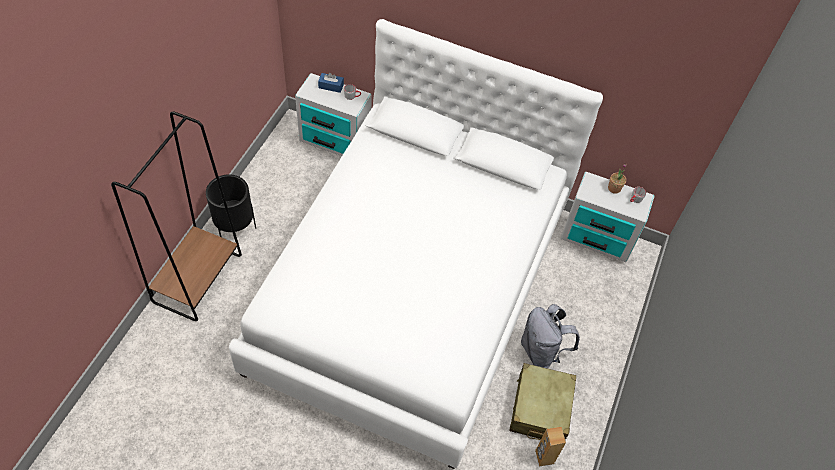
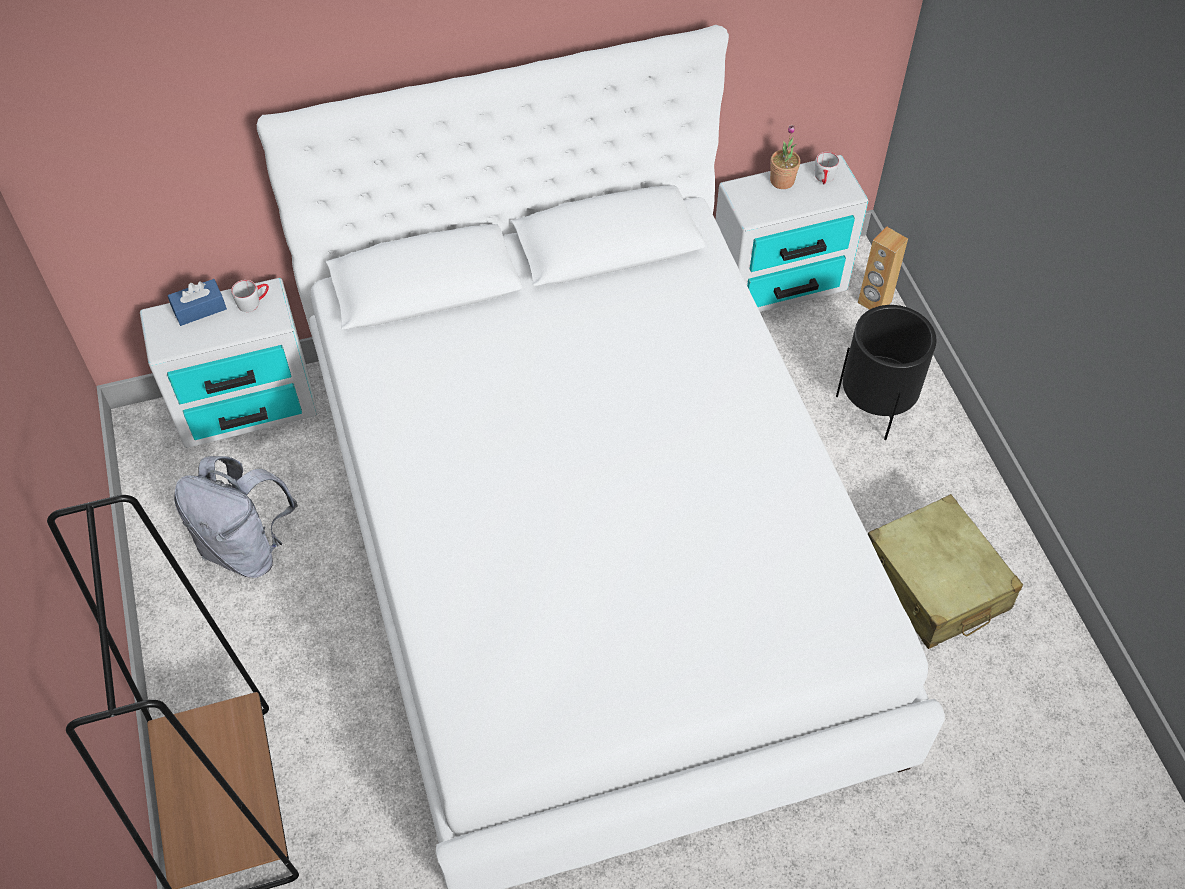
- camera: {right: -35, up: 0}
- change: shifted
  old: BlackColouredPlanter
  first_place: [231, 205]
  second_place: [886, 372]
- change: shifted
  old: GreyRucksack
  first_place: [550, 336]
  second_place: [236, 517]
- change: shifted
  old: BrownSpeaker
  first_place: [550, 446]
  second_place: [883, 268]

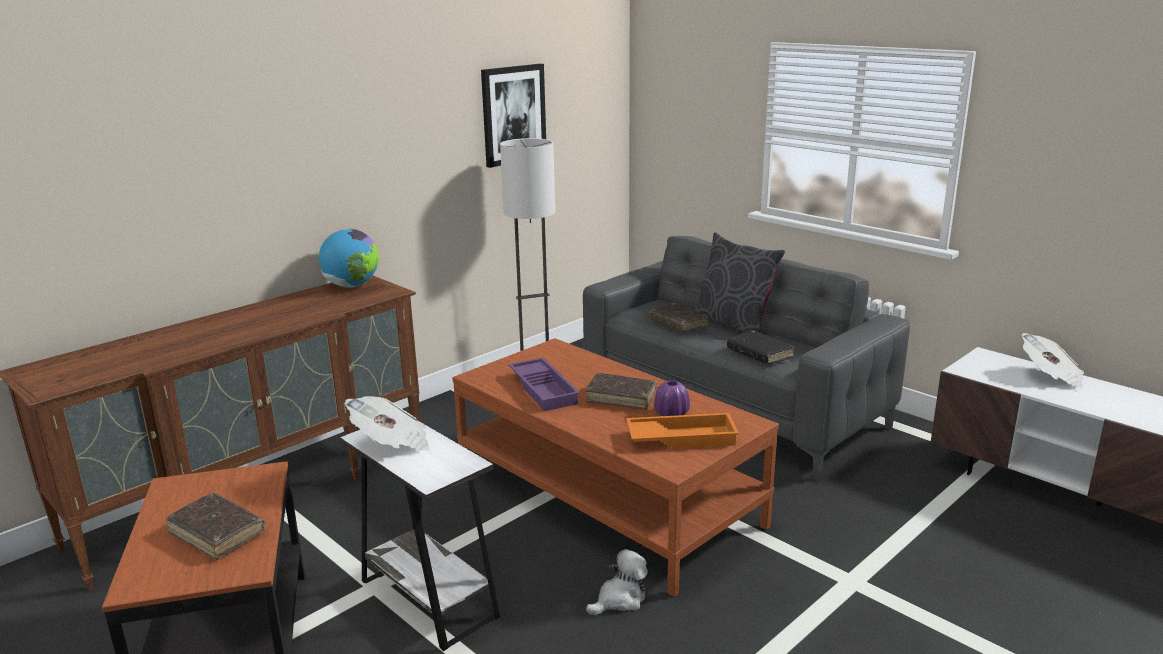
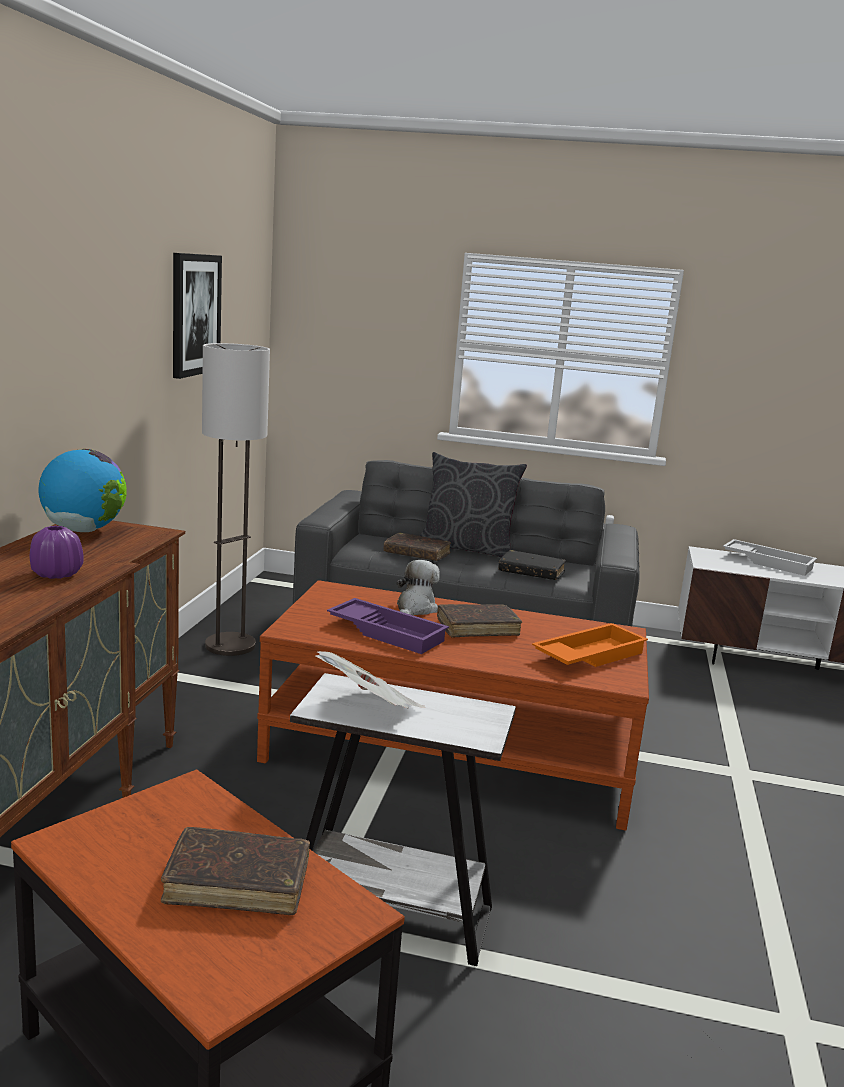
- camera: {right: -35, up: -5}
- change: shifted
  old: SoftToy
  first_place: [617, 582]
  second_place: [418, 587]
- change: shifted
  old: PurpleColouredVase
  first_place: [672, 398]
  second_place: [56, 552]
- change: swapped
  old: PrintedPaper
  new: WhitishCarryingTray
  first_place: [1053, 361]
  second_place: [770, 557]

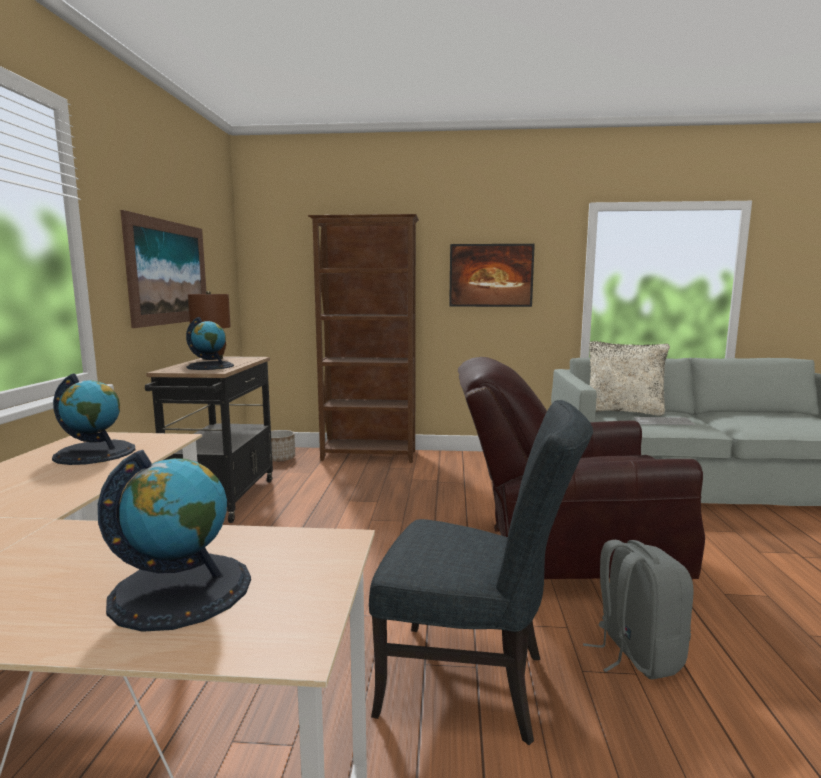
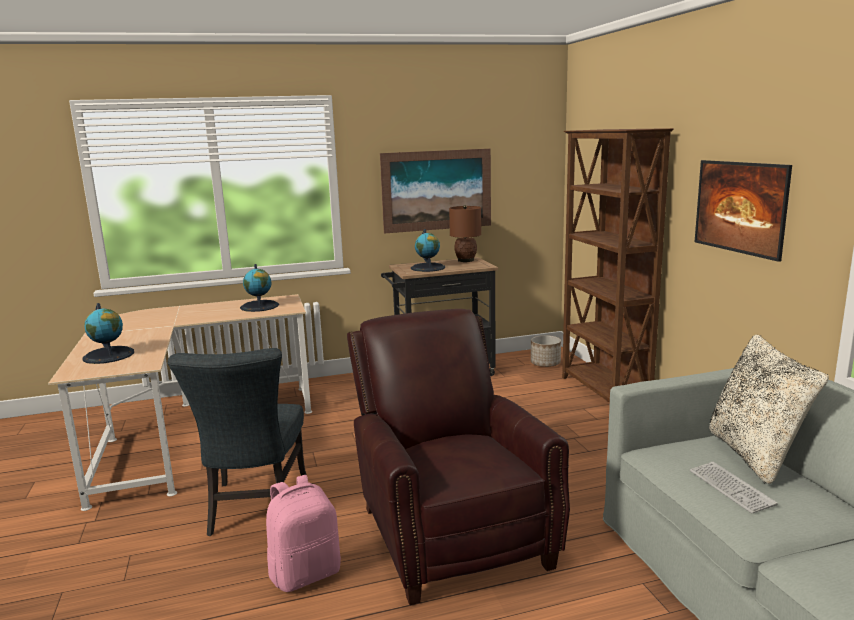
- camera: {right: 70, up: 5}
- change: repainted
  old: GreyRucksack
  new: PinkishRucksack
  first_place: [638, 610]
  second_place: [303, 533]

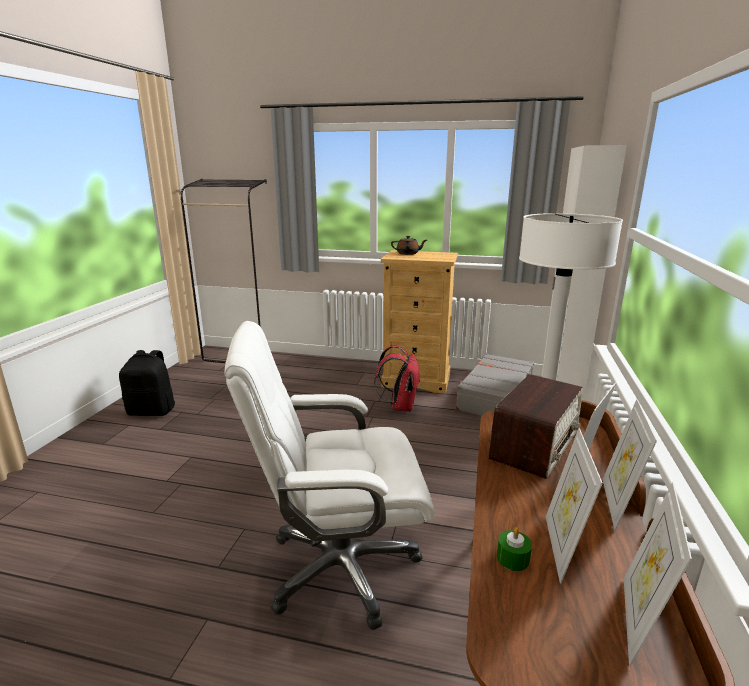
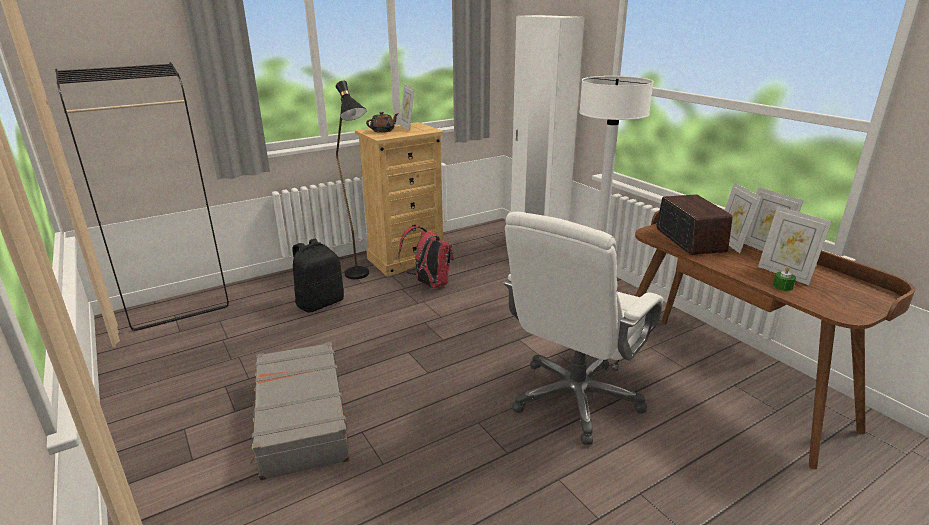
- camera: {right: -45, up: 5}
- change: new
  new: BlackColouredStandardLamp
  second_place: [352, 180]
- change: shifted
  old: BlackColouredRucksack
  first_place: [147, 383]
  second_place: [318, 276]
- change: shifted
  old: GreyTravelCase
  first_place: [494, 384]
  second_place: [300, 411]
- change: shifted
  old: PictureFrame
  first_place: [658, 574]
  second_place: [407, 107]

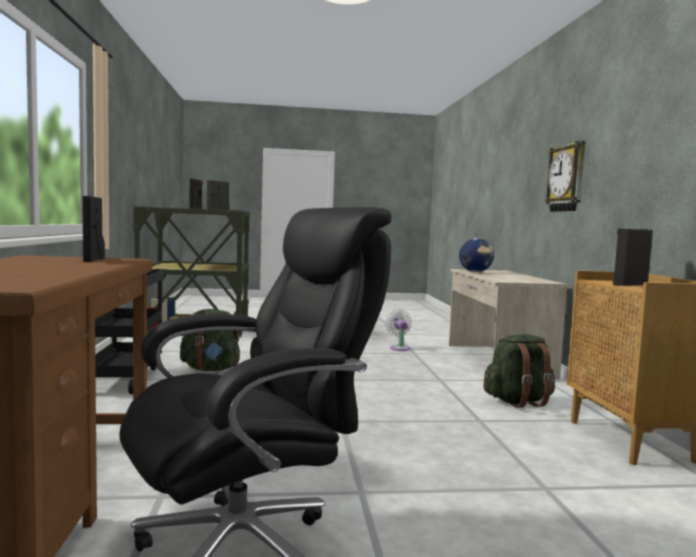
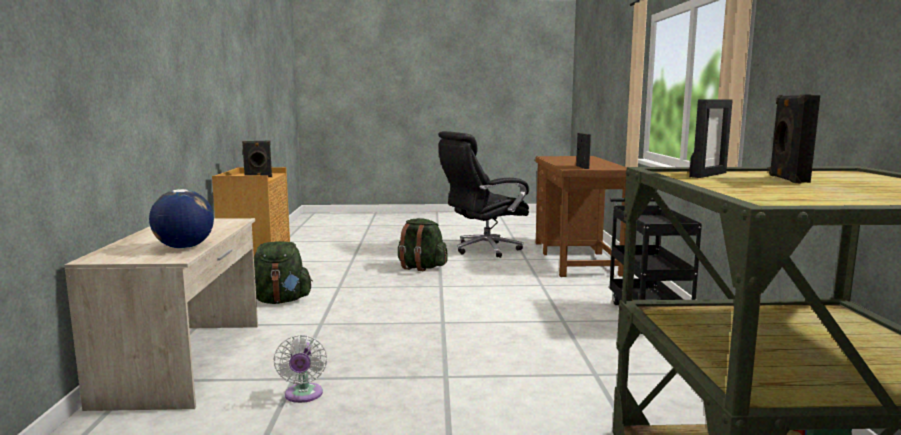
- camera: {right: -175, up: 5}
- change: gone
  old: ClockOnTheWall
  first_place: [565, 176]
- change: shifted
  old: GreenRucksack
  first_place: [210, 340]
  second_place: [423, 244]

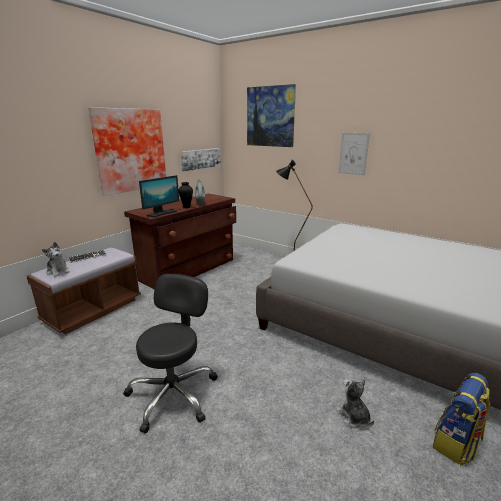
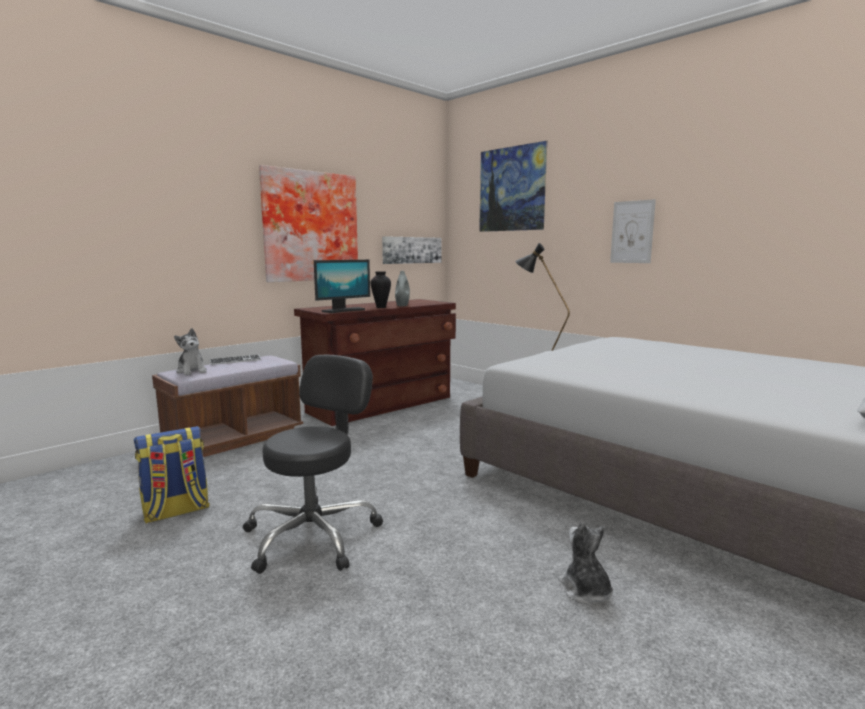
- camera: {right: 10, up: -10}
- change: shifted
  old: Rucksack
  first_place: [461, 419]
  second_place: [172, 474]

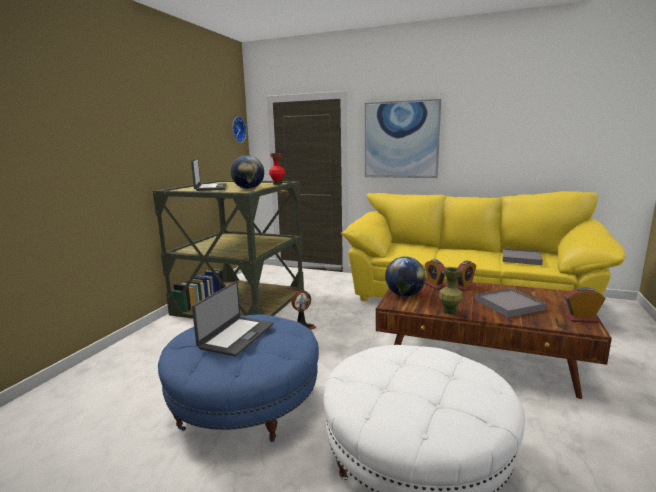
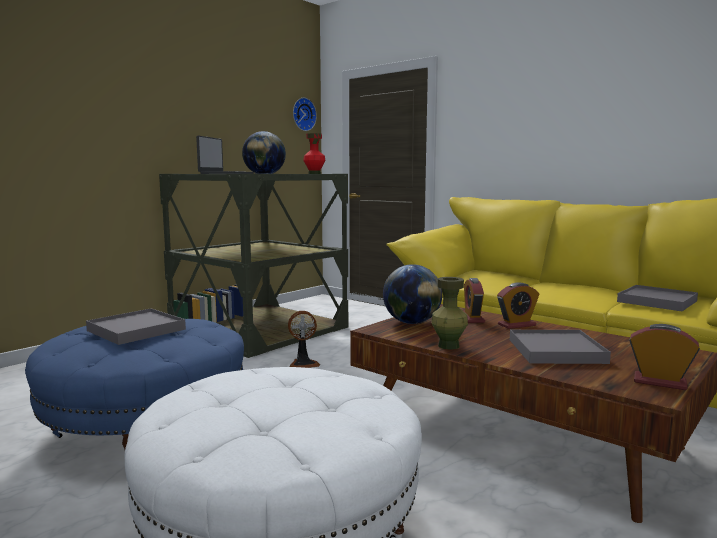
- camera: {right: 20, up: -5}
- change: gone
  old: Picture
  first_place: [403, 138]
- change: swapped
  old: NotebookComputer
  new: GreyCarryingTray
  first_place: [232, 318]
  second_place: [136, 326]

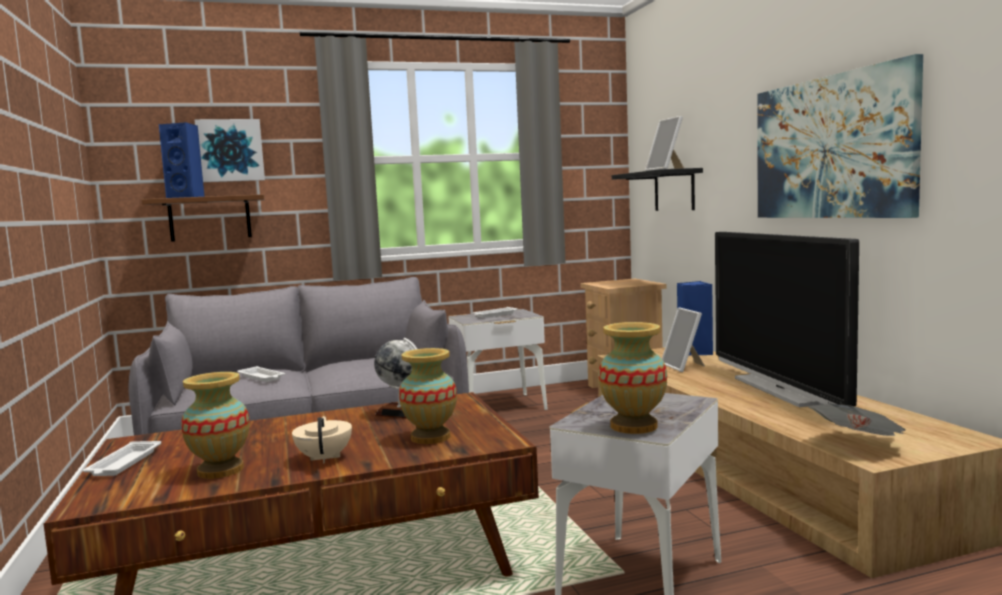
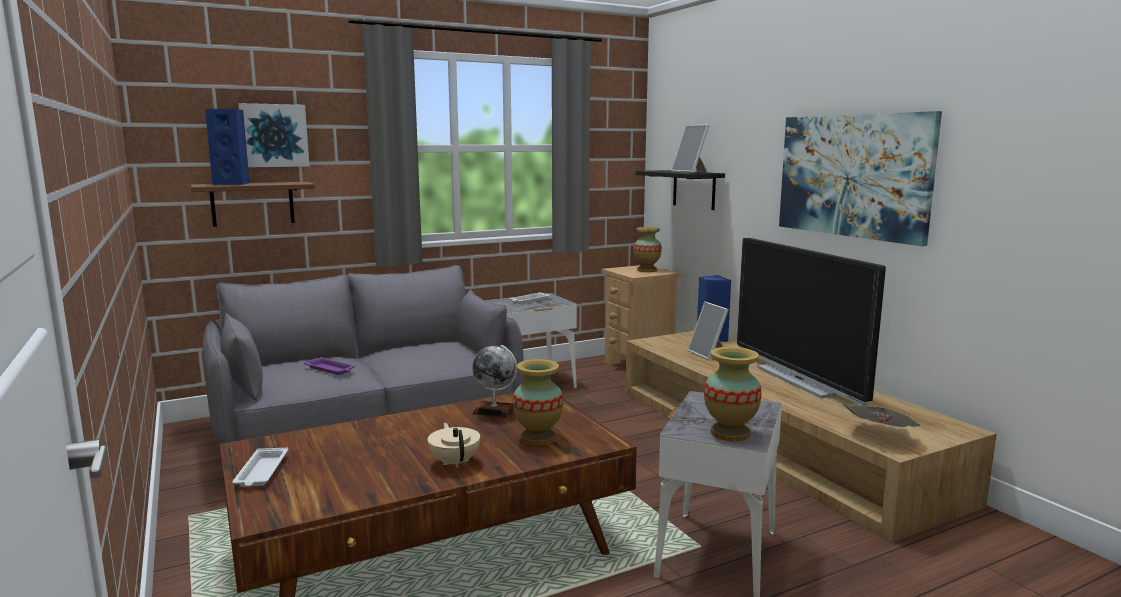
- camera: {right: -10, up: 5}
- change: shifted
  old: Vase
  first_place: [215, 425]
  second_place: [647, 249]
- change: repainted
  old: WhitishCarryingTray
  new: PurpleColouredCarryingTray
  first_place: [261, 374]
  second_place: [329, 366]

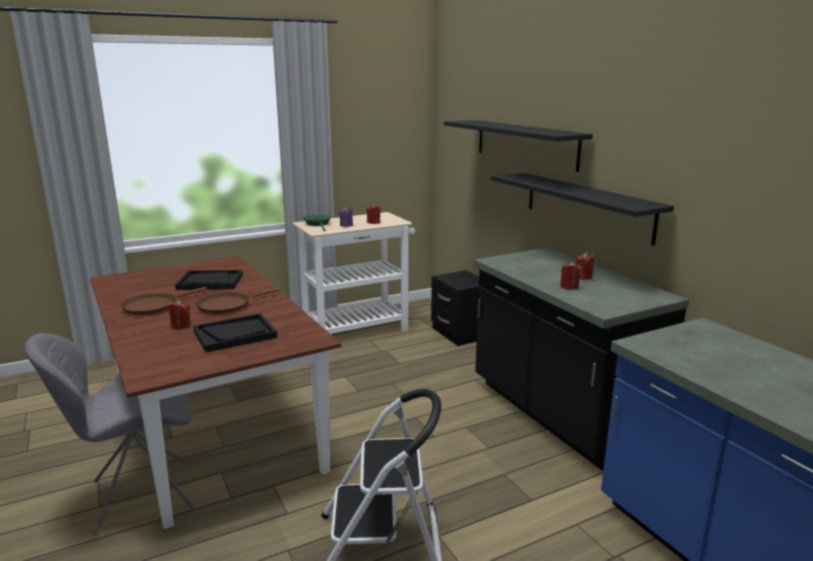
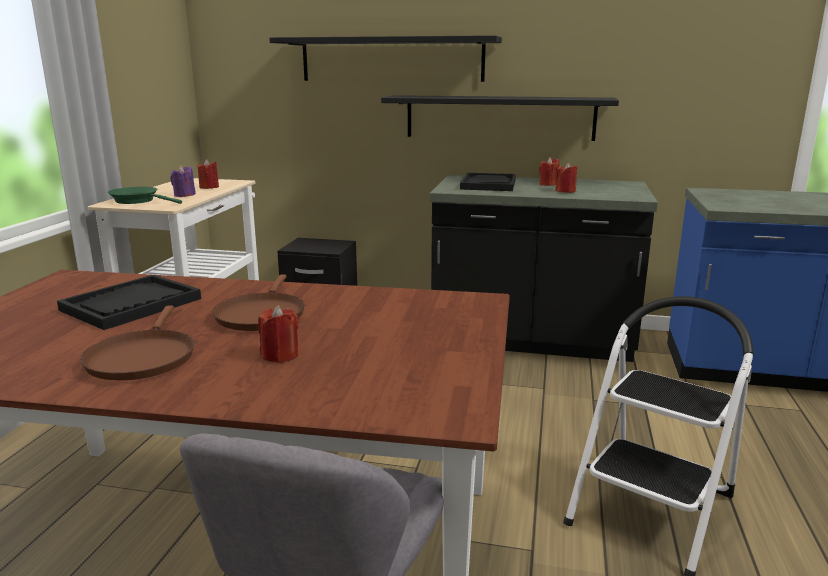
- camera: {right: -50, up: 0}
- change: shifted
  old: BlackColouredCarryingTray
  first_place: [235, 332]
  second_place: [488, 182]

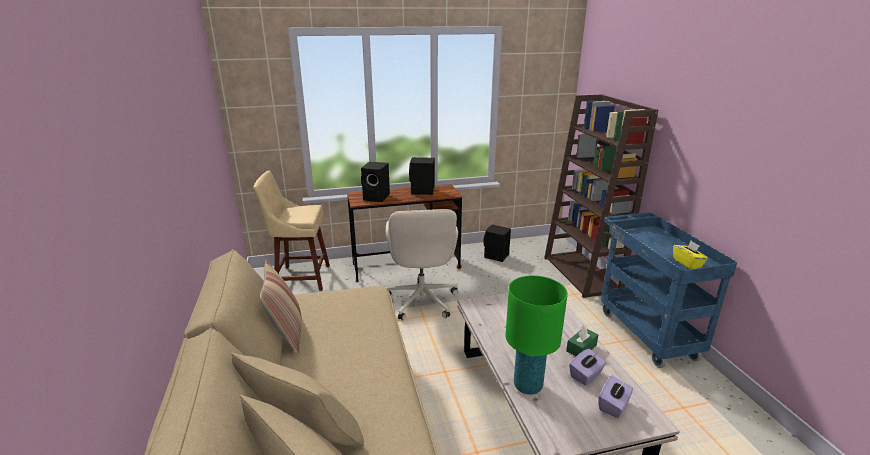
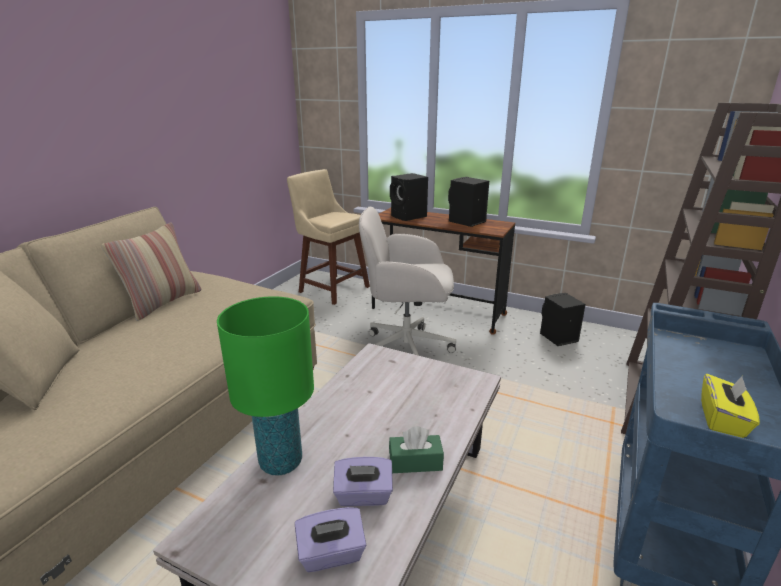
- camera: {right: 40, up: 0}
- change: rotated
  old: WhitishComputerChair
  first_place: [422, 264]
  second_place: [407, 281]
  degrees: 60

